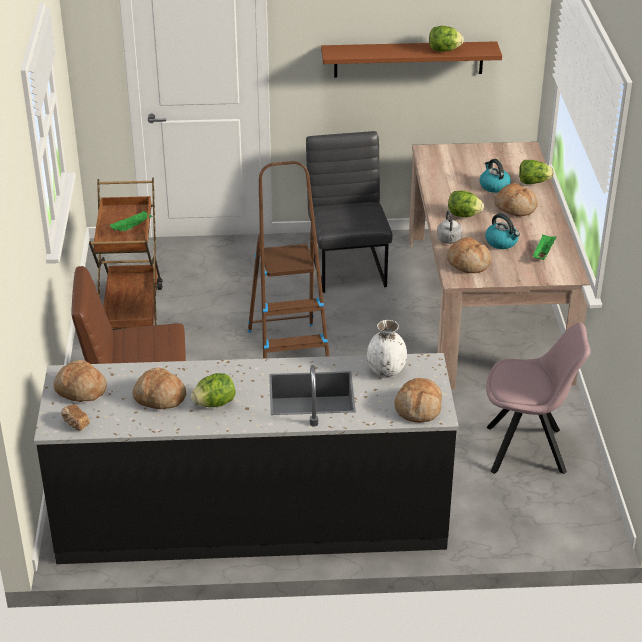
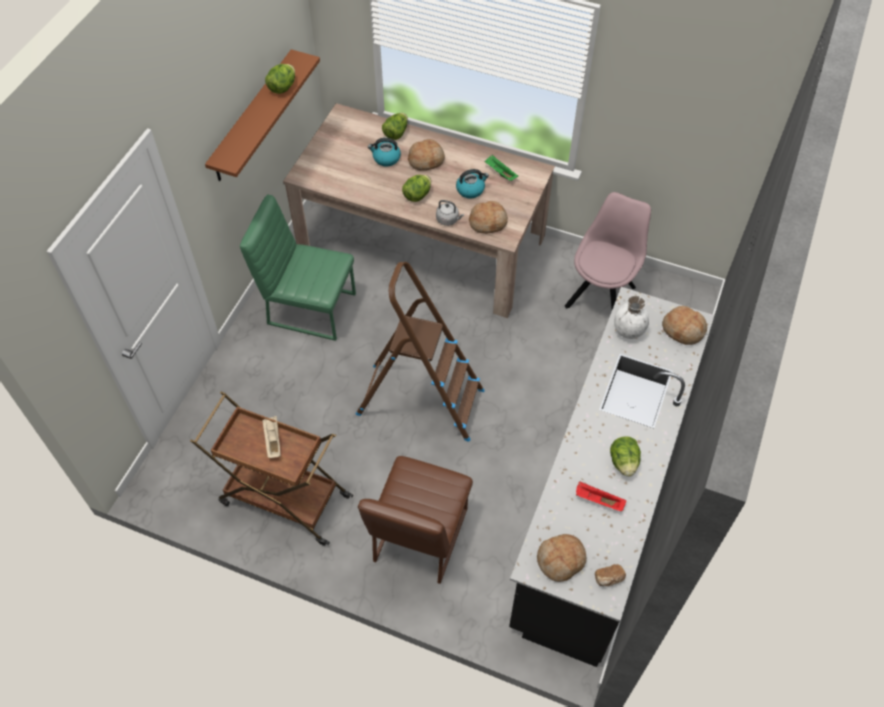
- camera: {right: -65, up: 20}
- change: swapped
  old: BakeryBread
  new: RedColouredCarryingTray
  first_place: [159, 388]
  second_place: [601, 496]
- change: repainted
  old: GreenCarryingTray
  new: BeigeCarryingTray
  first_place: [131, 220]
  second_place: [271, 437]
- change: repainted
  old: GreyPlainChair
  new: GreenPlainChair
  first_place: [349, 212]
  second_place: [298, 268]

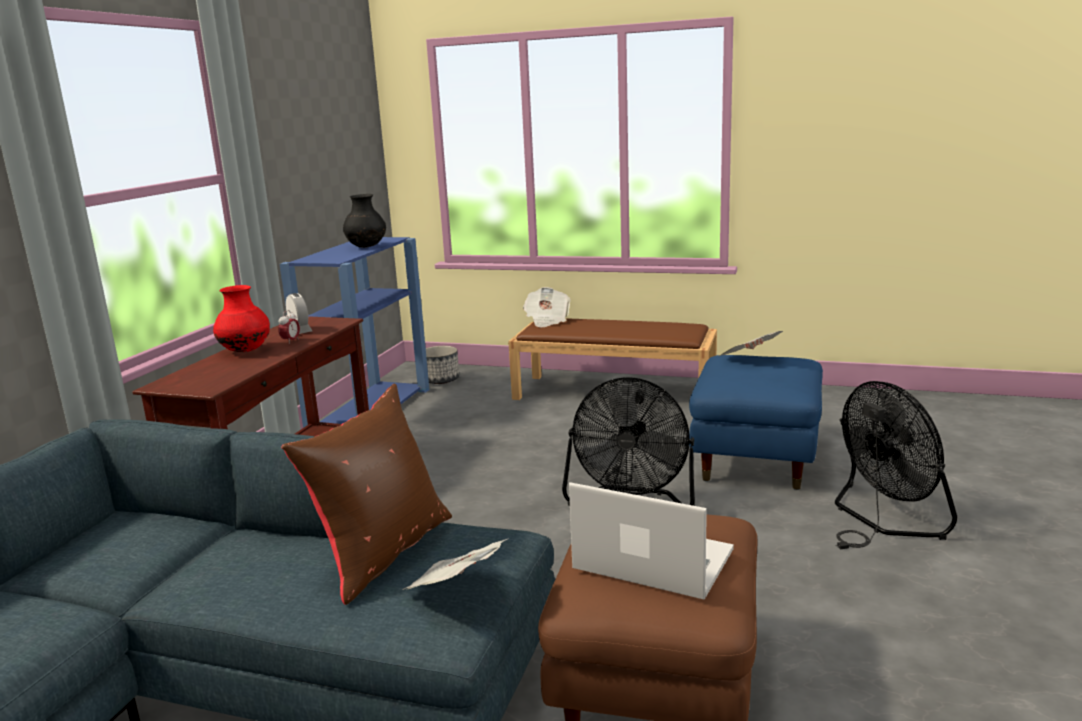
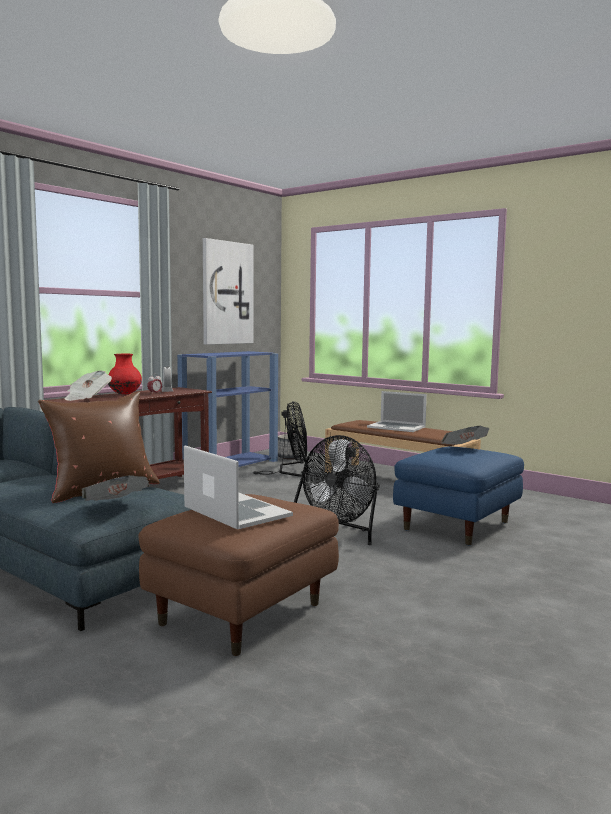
- camera: {right: 20, up: -10}
- change: gone
  old: BlackColouredVase
  first_place: [364, 221]
- change: new
  new: Picture
  second_place: [228, 291]
- change: new
  new: NotebookComputer
  second_place: [397, 411]
- change: shifted
  old: PrintedPaper
  first_place: [547, 307]
  second_place: [88, 386]
- change: shifted
  old: BlackColouredCoolingFan
  first_place: [896, 465]
  second_place: [280, 439]

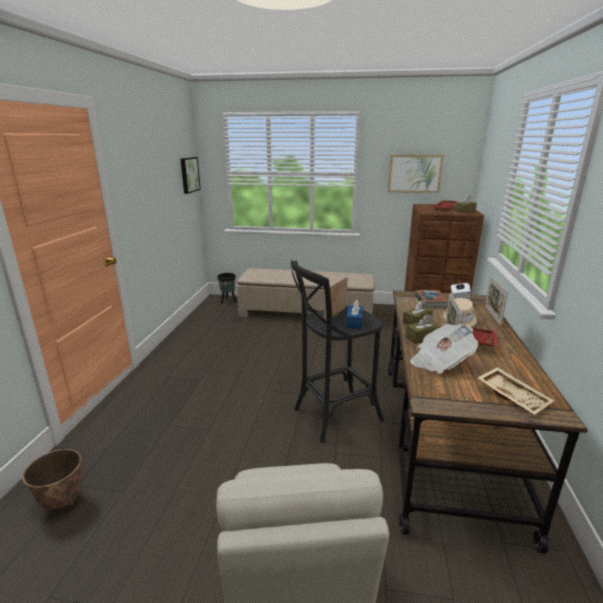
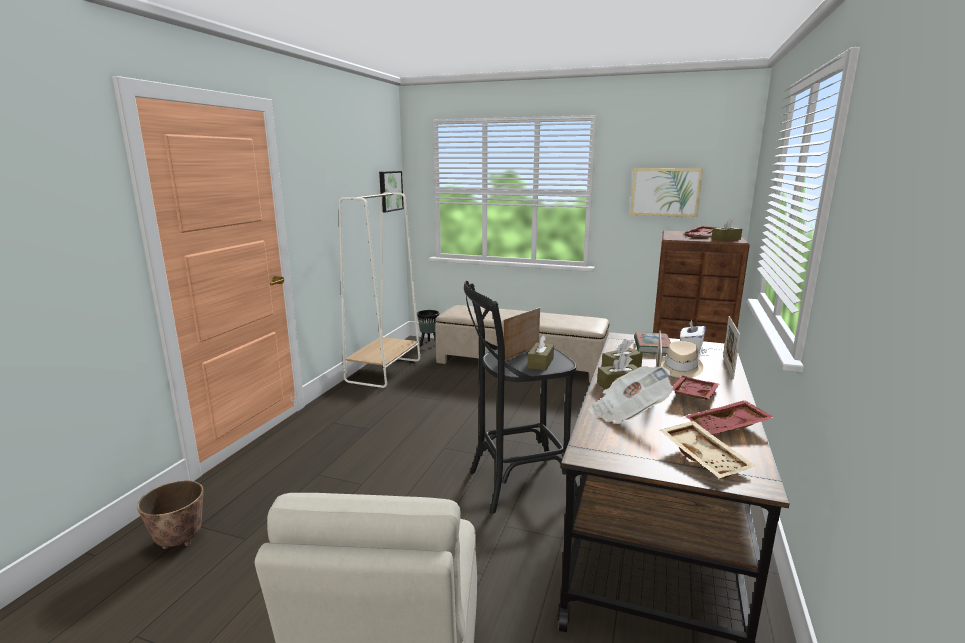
- camera: {right: 10, up: -5}
- change: new
  new: ClothesRack
  second_place: [379, 290]
- change: new
  new: RedColouredCarryingTray
  second_place: [730, 417]
- change: repainted
  old: BlueTissueBox
  new: BrownTissueBox
  first_place: [354, 314]
  second_place: [541, 353]

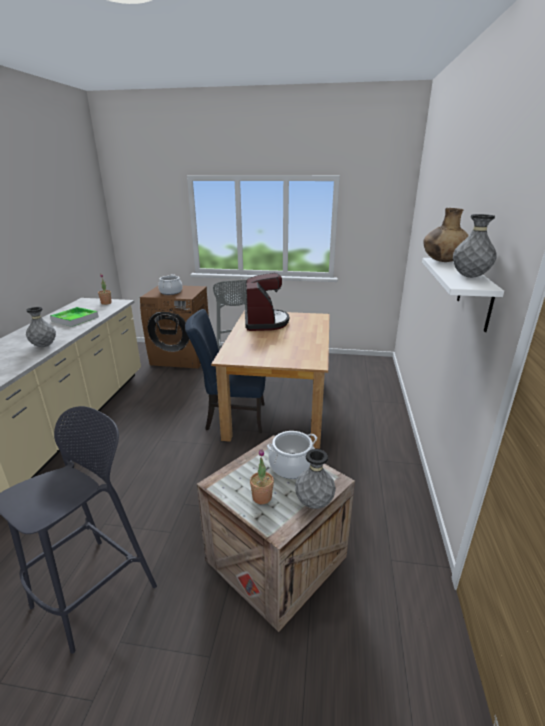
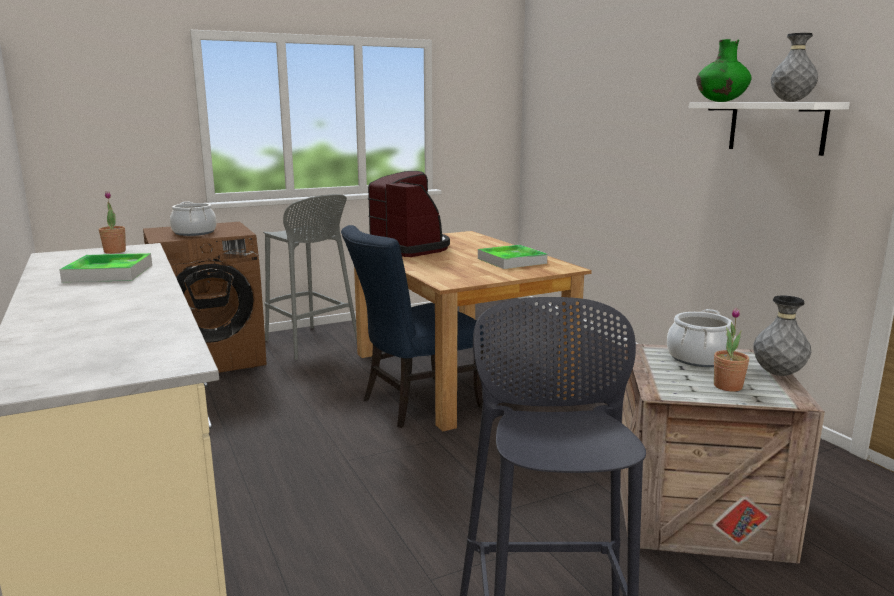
- camera: {right: -35, up: -10}
- change: gone
  old: GreyVase
  first_place: [41, 327]
- change: new
  new: CarryingTray
  second_place: [513, 257]
- change: repainted
  old: BrownVase
  new: GreenVase
  first_place: [446, 235]
  second_place: [724, 70]

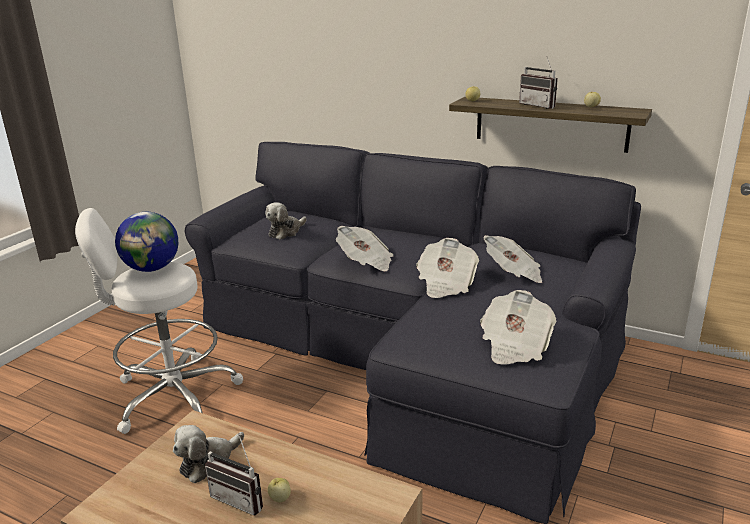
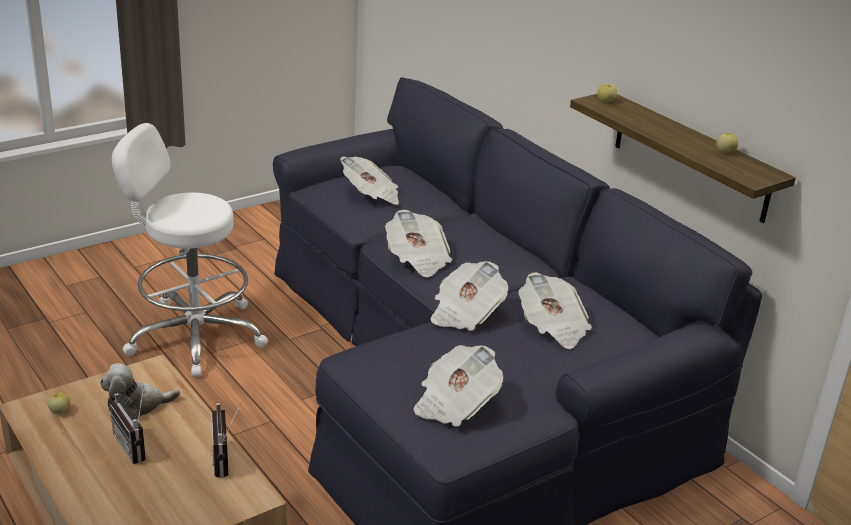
- camera: {right: 25, up: 5}
- change: gone
  old: Globe
  first_place: [146, 242]
- change: shifted
  old: AppleFruit
  first_place: [279, 490]
  second_place: [59, 403]
- change: shifted
  old: RadioSet
  first_place: [538, 83]
  second_place: [226, 440]
- change: swapped
  old: SoftToy
  new: PrintedPaper
  first_place: [286, 221]
  second_place: [369, 180]

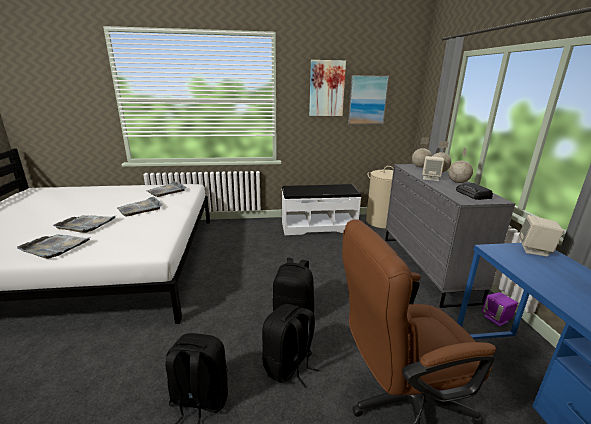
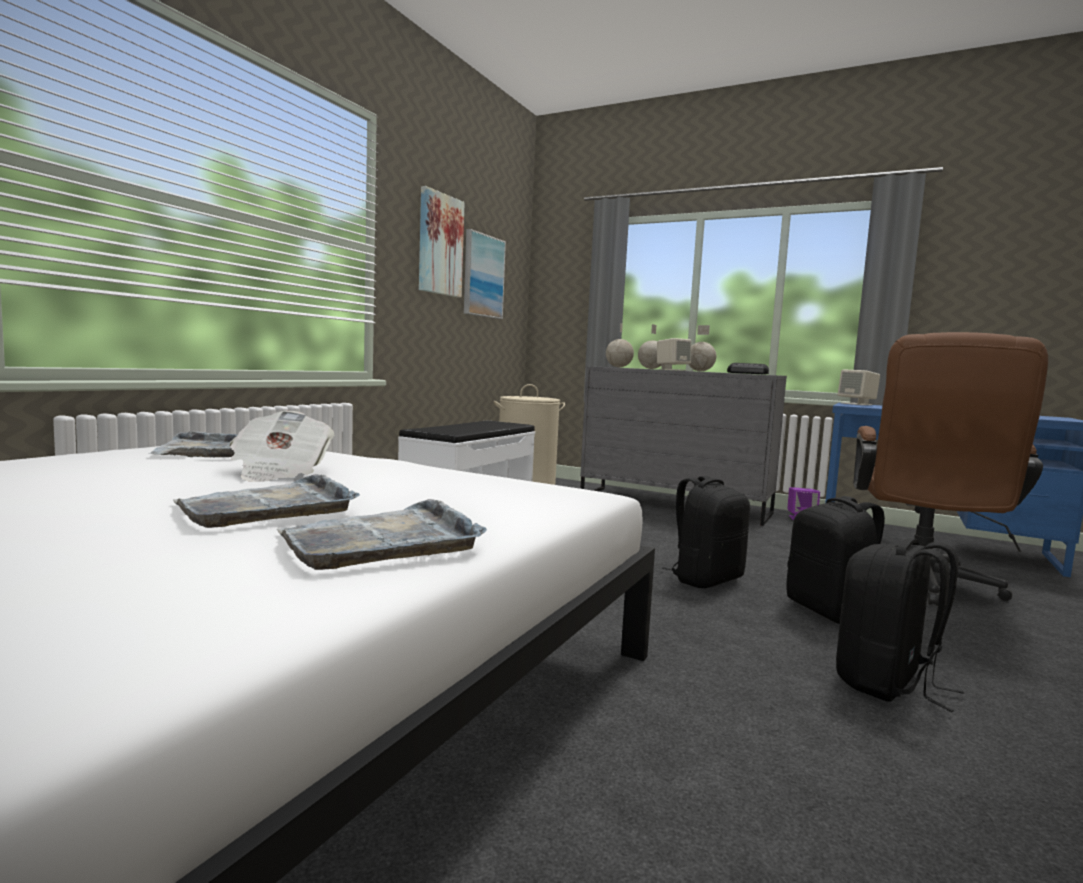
- camera: {right: -55, up: -15}
- change: swapped
  old: GreyCarryingTray
  new: PrintedPaper
  first_place: [140, 206]
  second_place: [282, 446]

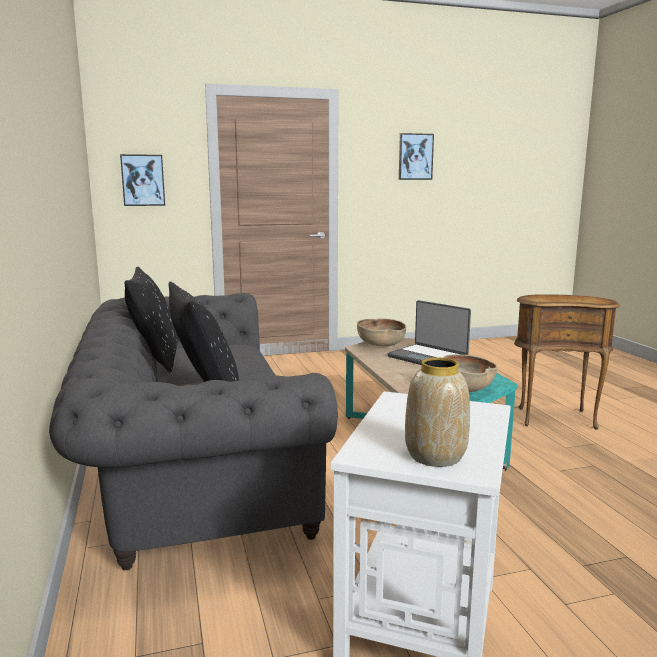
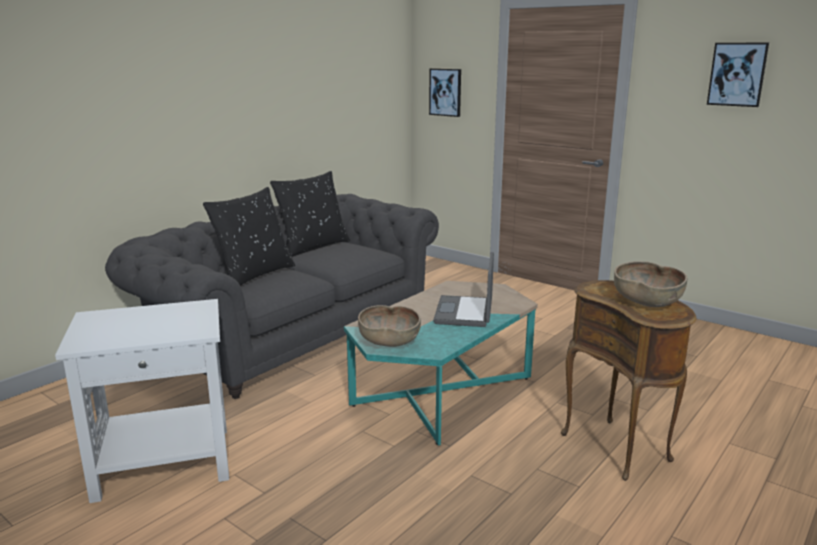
- camera: {right: 55, up: 5}
- change: gone
  old: Vase
  first_place: [437, 412]
- change: shifted
  old: BrownDeepDish
  first_place: [381, 332]
  second_place: [650, 284]

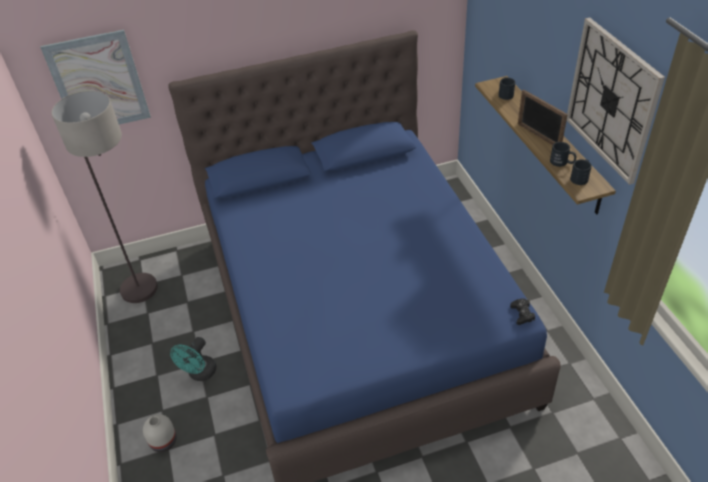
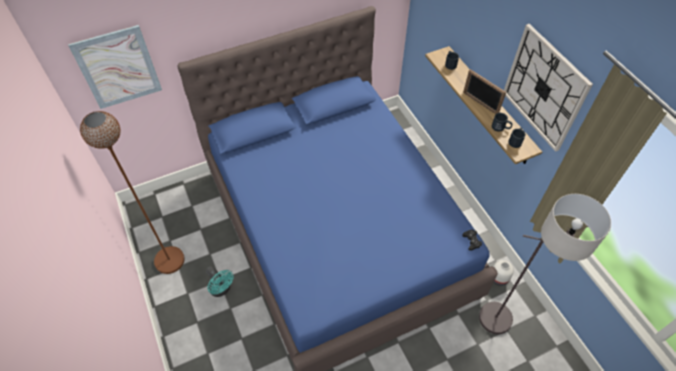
- camera: {right: -10, up: 10}
- change: new
  new: BrownStandardLamp
  second_place: [132, 192]
- change: shifted
  old: GreyStandardLamp
  first_place: [105, 197]
  second_place: [545, 264]
- change: shifted
  old: WhitishVase
  first_place: [160, 433]
  second_place: [503, 273]
- change: rotated
  old: BlueGreenCoolingFan
  first_place: [193, 359]
  second_place: [220, 281]
  degrees: -60

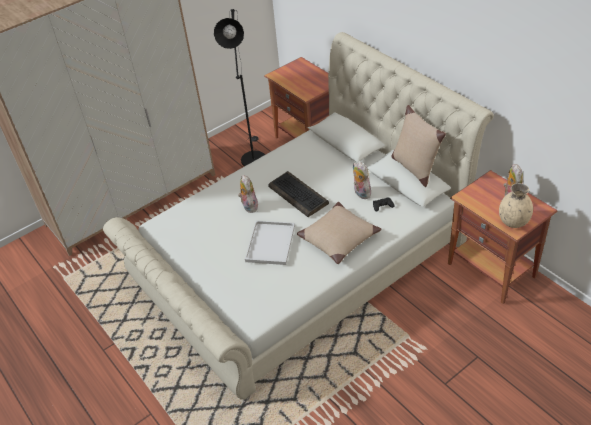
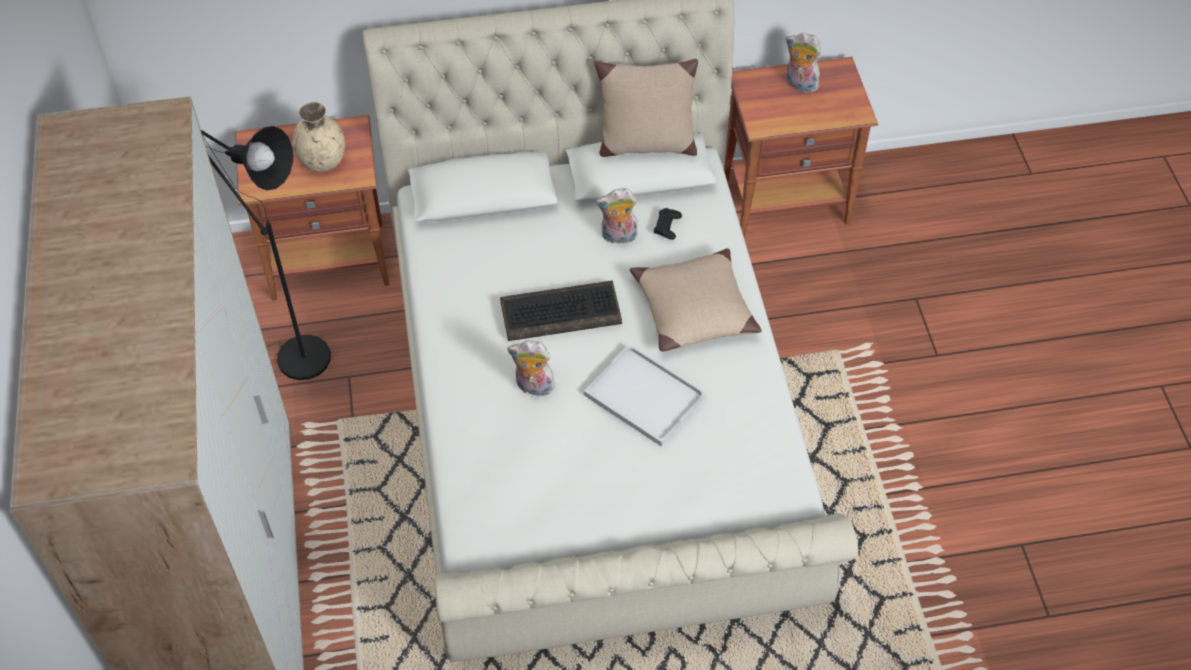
- camera: {right: -65, up: 10}
- change: shifted
  old: BeigeVase
  first_place: [516, 205]
  second_place: [319, 137]

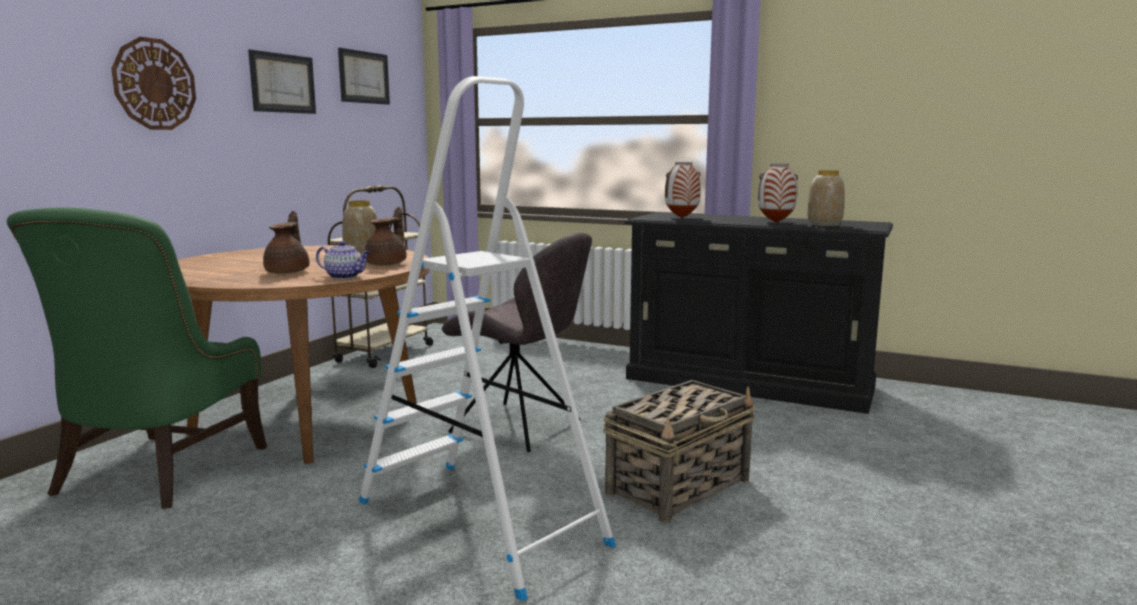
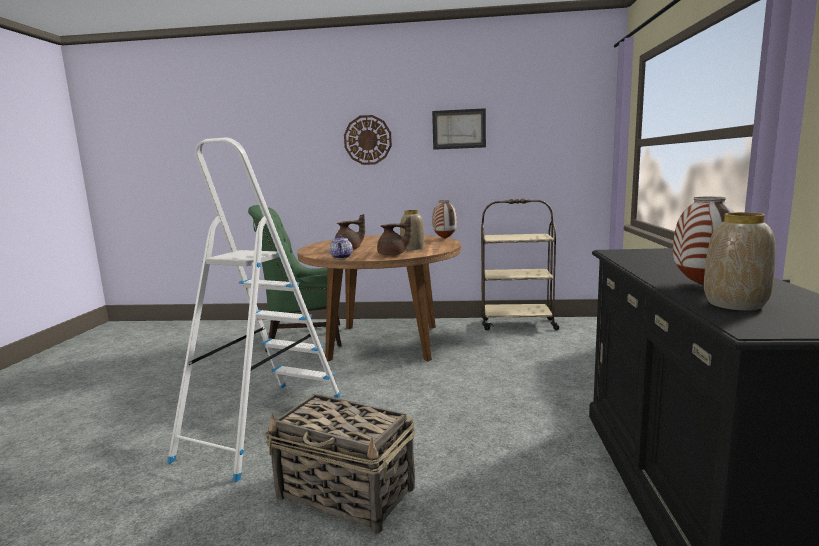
- camera: {right: 70, up: 0}
- change: gone
  old: Picture
  first_place: [364, 76]
- change: gone
  old: GreyPlainChair
  first_place: [517, 342]
- change: shifted
  old: Vase
  first_place: [683, 190]
  second_place: [444, 219]

